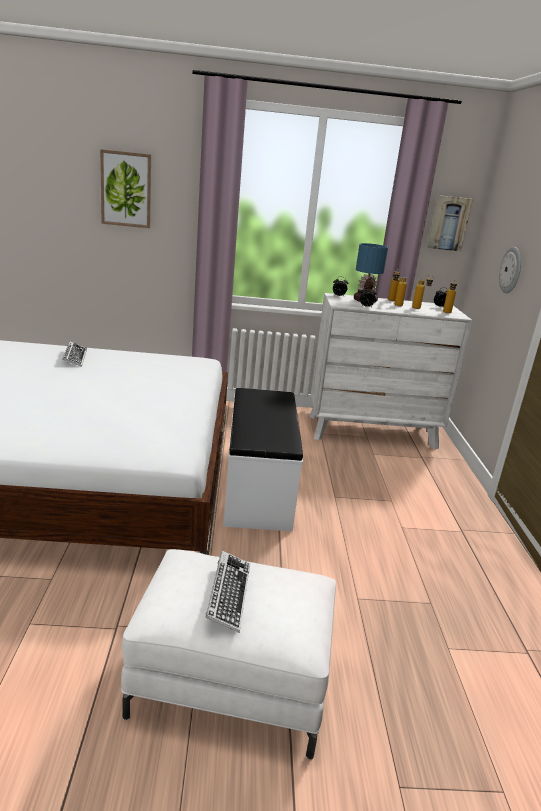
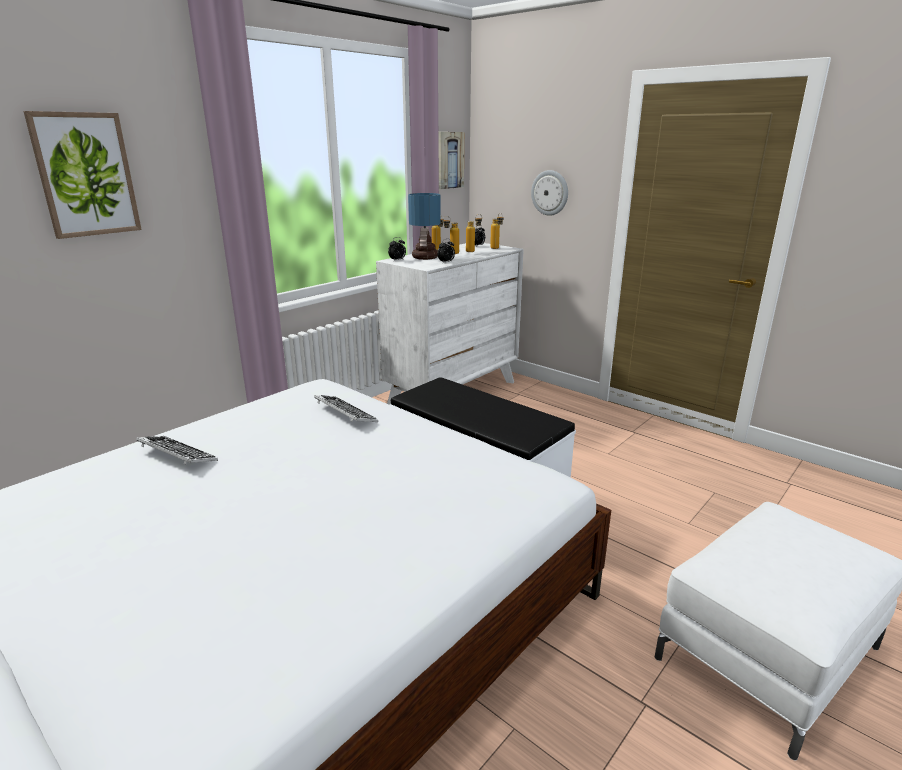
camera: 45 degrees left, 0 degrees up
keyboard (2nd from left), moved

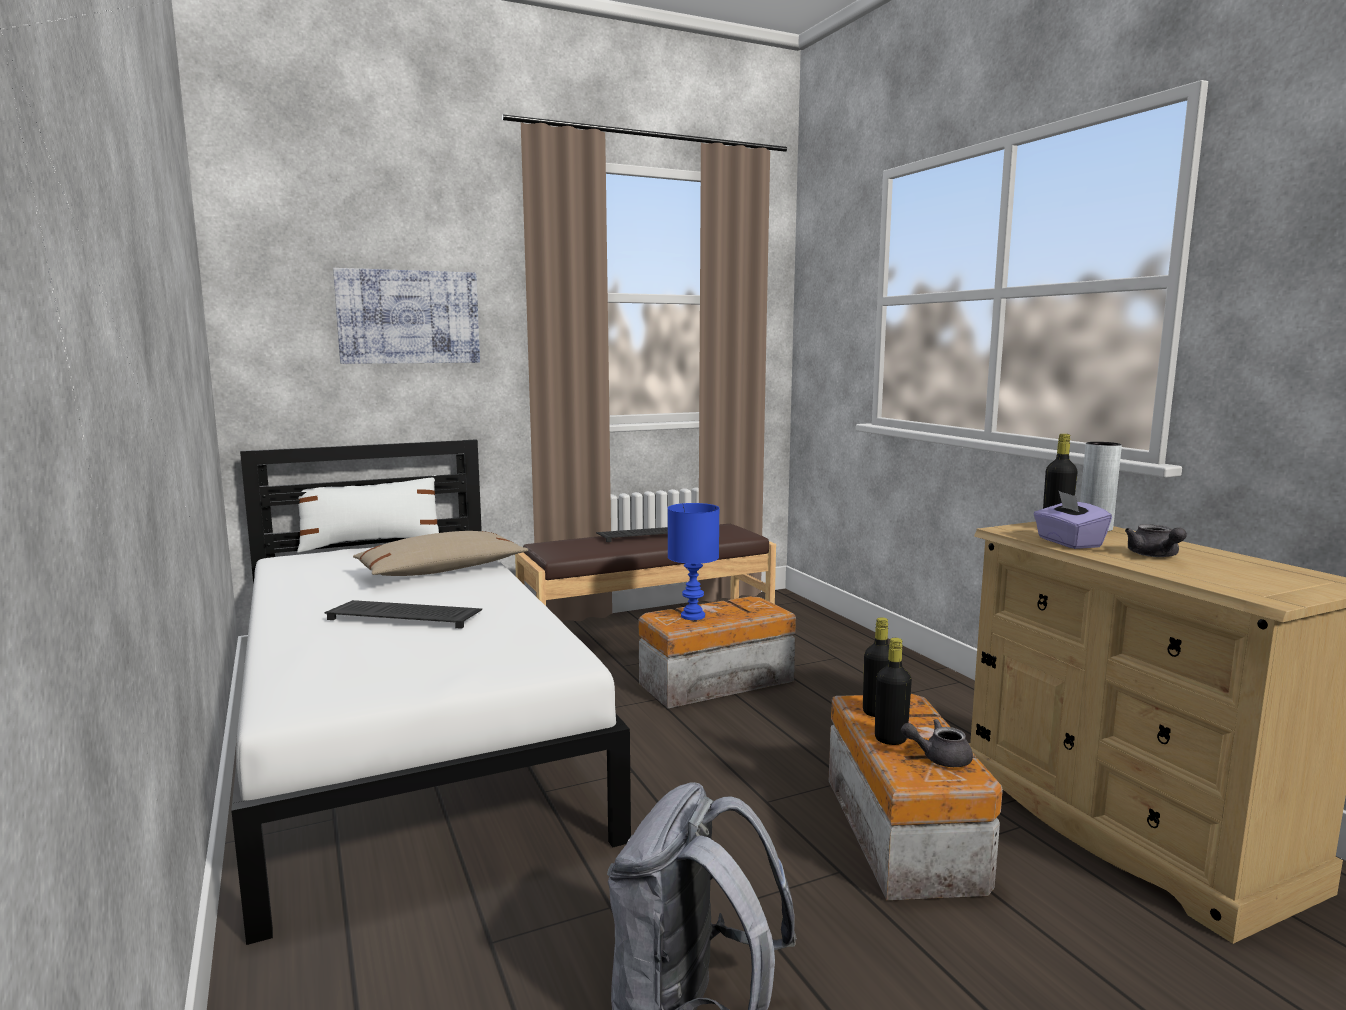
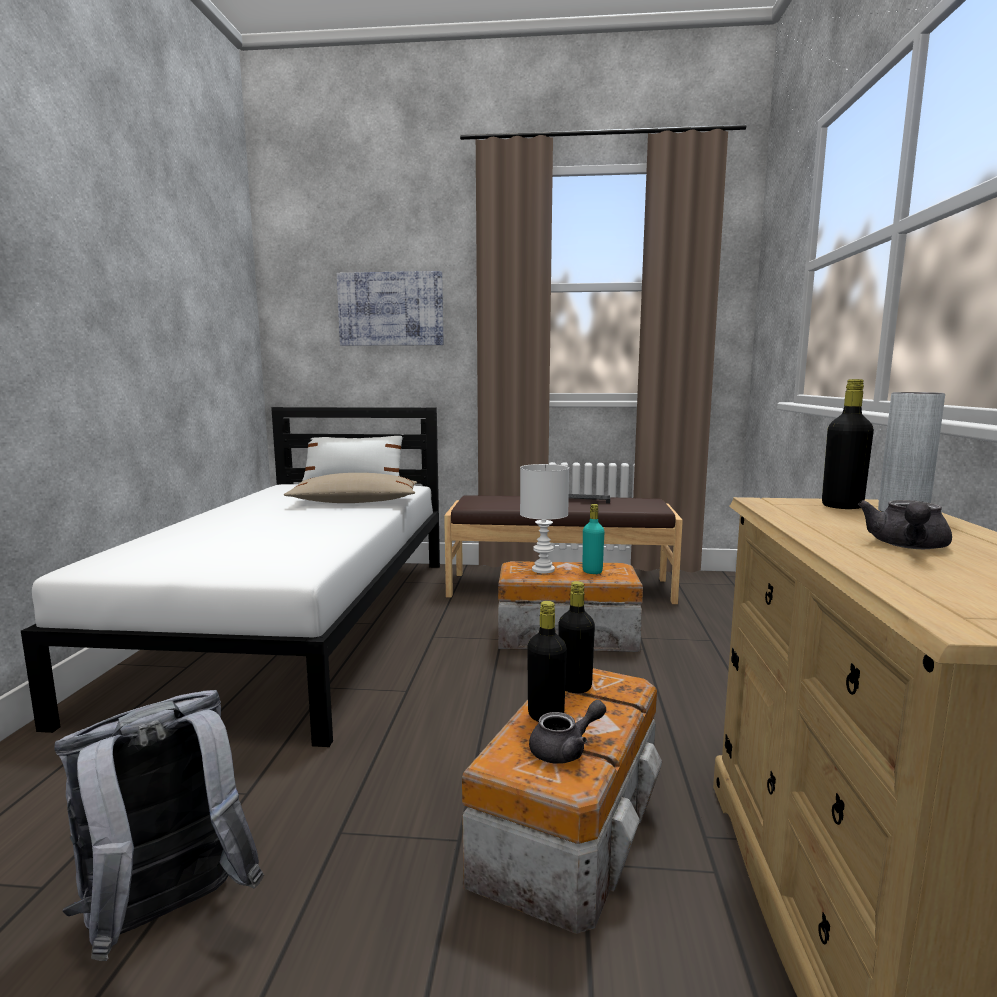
camera: 30 degrees right, 0 degrees up
table lamp (blue) → table lamp (white)
teapot (grey) (1st from left), 120 degrees clockwise
- → bottle (turquoise)
keyboard (1st from left) → -
tissue box (purple) → -

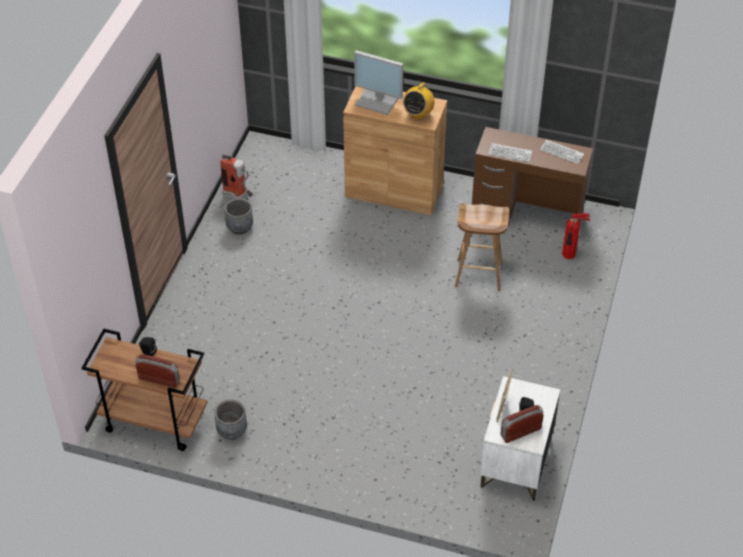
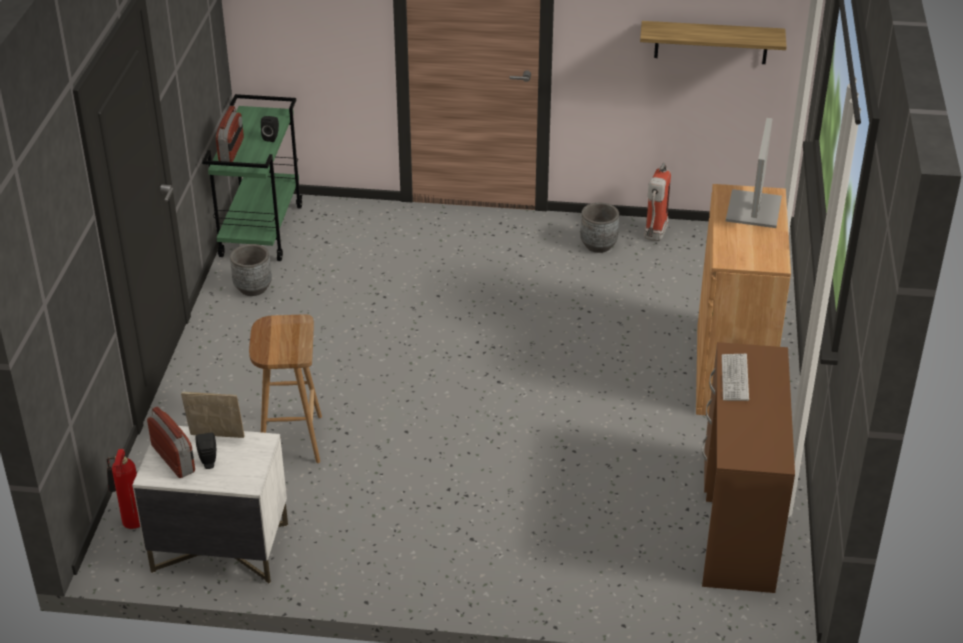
camera: 80 degrees right, 10 degrees down
fire extinguisher (2nd from left in the first image) → fire extinguisher (1st from left), moved
cart (brown) → cart (green)
stool (brown), moved
- → shelf
radio (2nd from left) → -
keyboard (2nd from left) → -

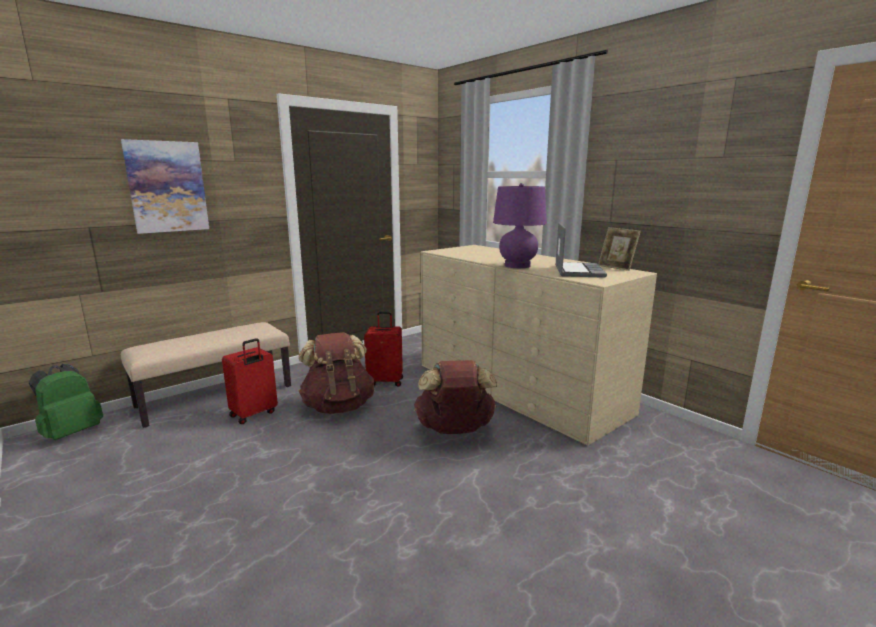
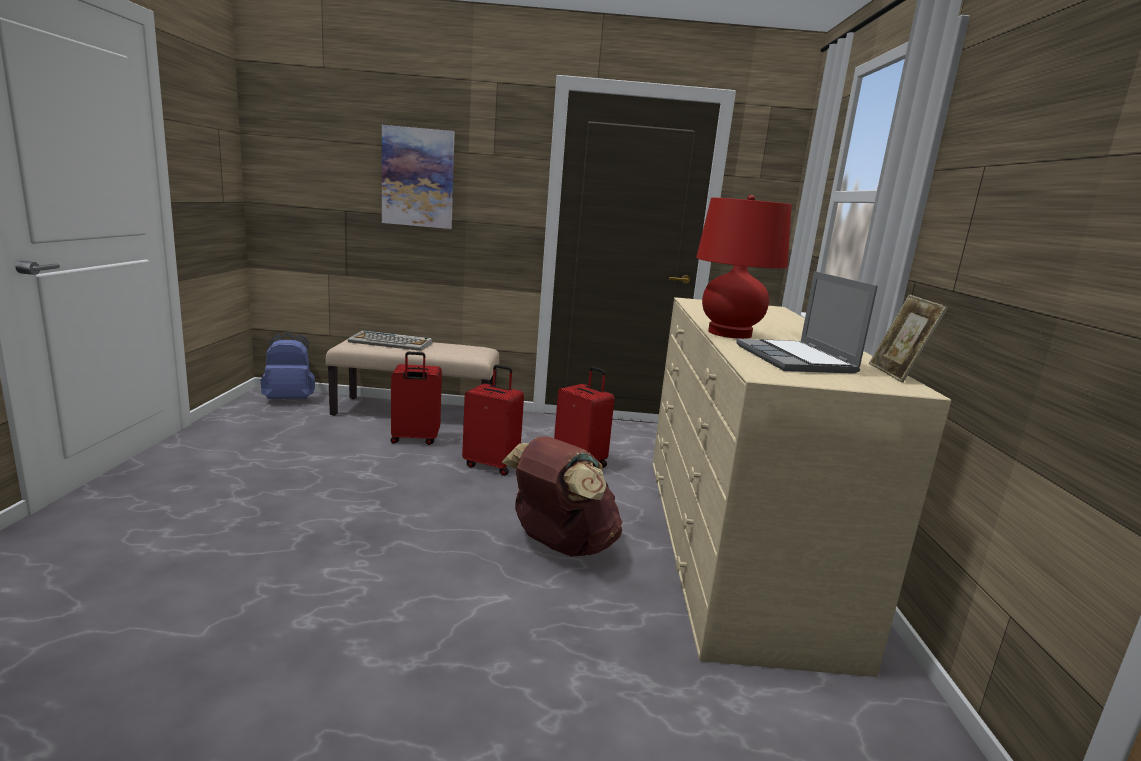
camera: 40 degrees right, 0 degrees up
backpack (green) → backpack (blue)
- → keyboard
backpack (brown) (1st from left) → suitcase (red) (2nd from left)
table lamp (purple) → table lamp (red)
laptop, 120 degrees clockwise

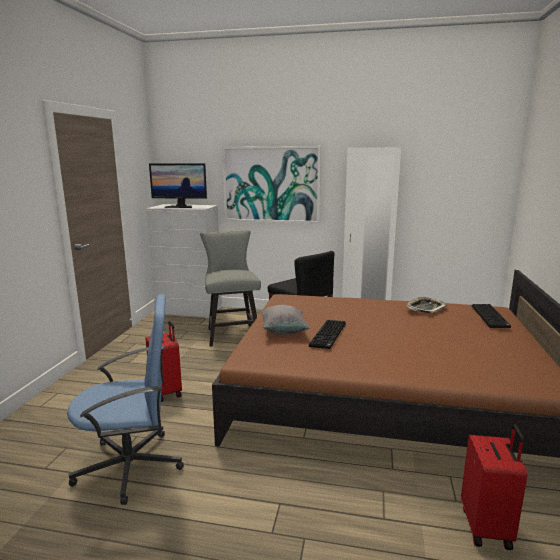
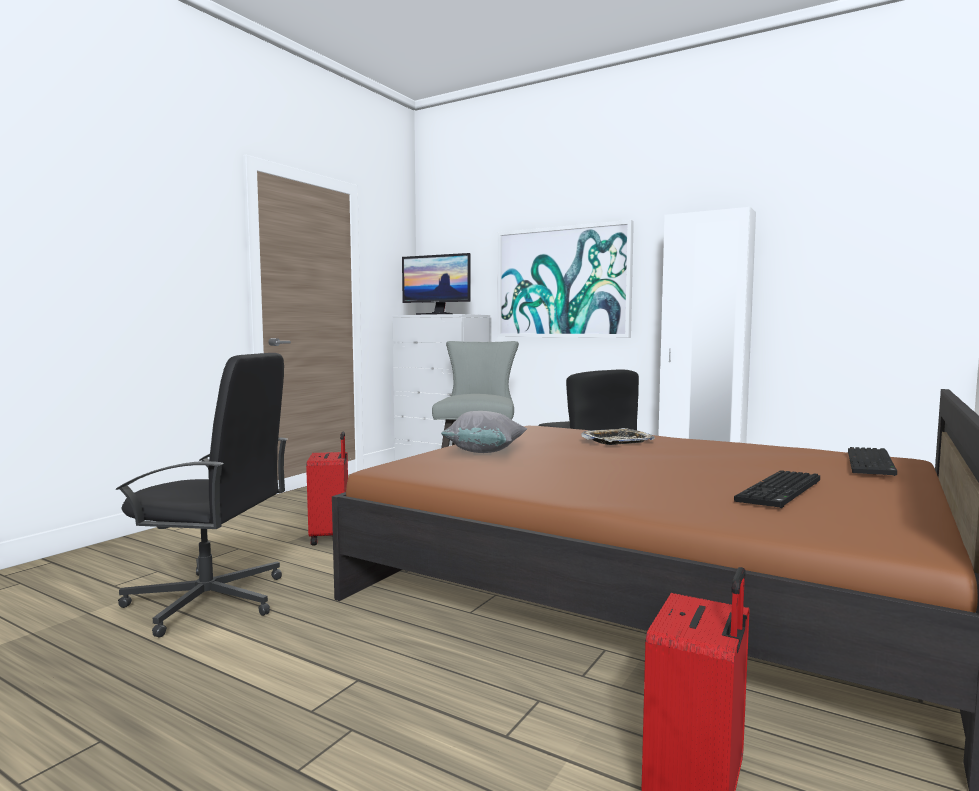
camera: 20 degrees right, 10 degrees down
office chair (blue) → office chair (black)
tray, moved
keyboard (1st from left), moved

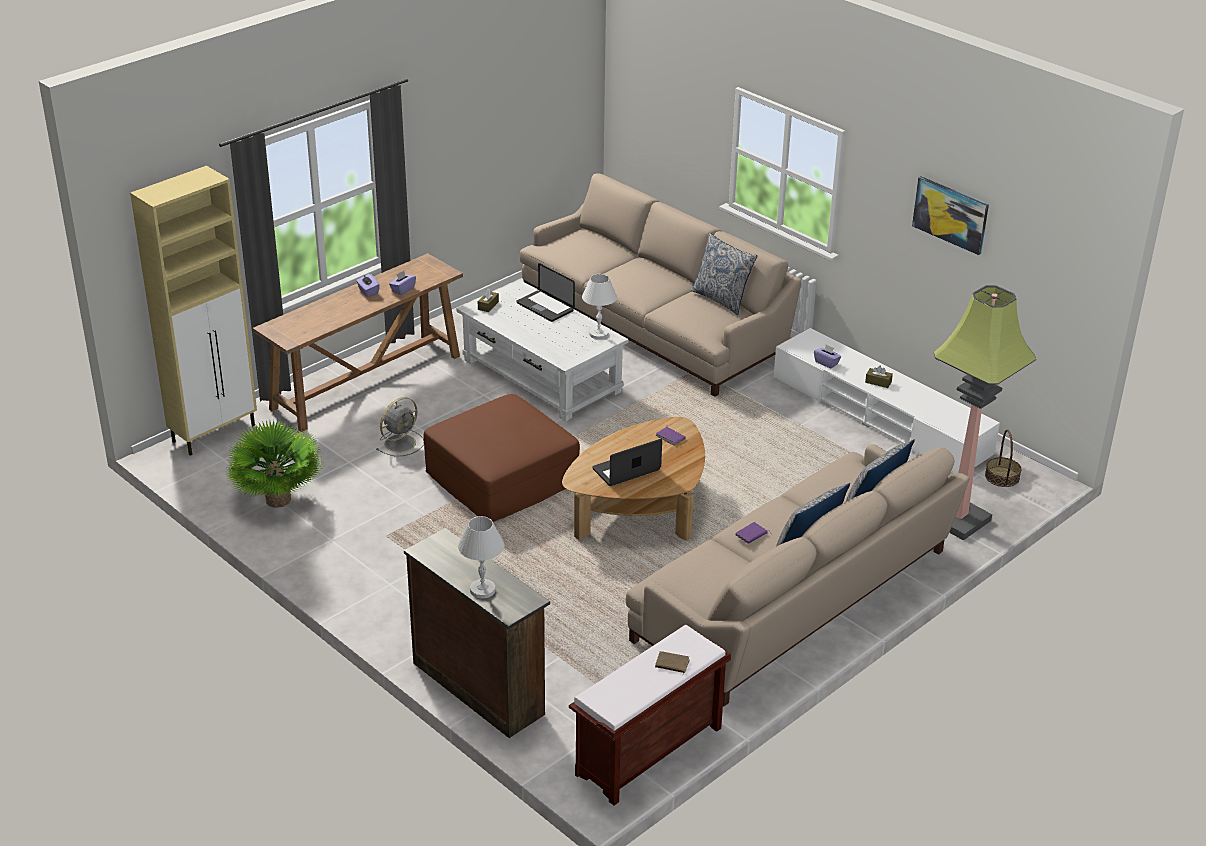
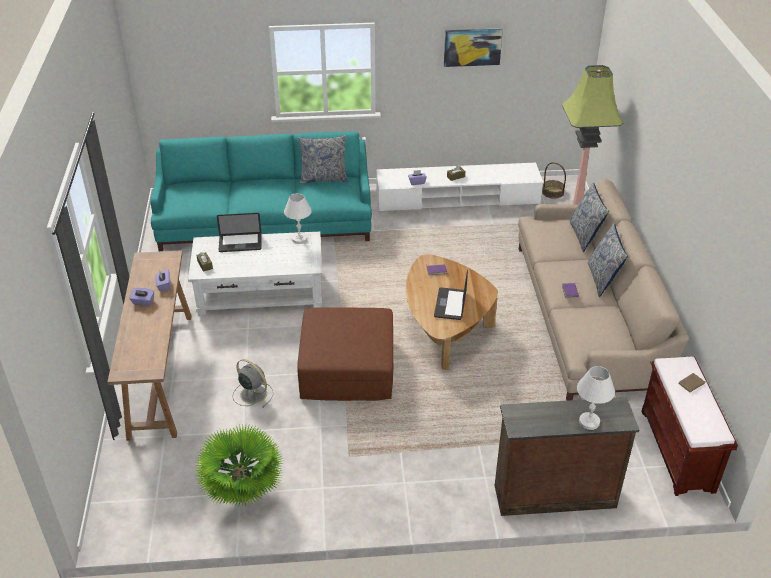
camera: 50 degrees left, 5 degrees up
sofa (beige) (1st from left) → sofa (turquoise)
fan (grey), 45 degrees counterclockwise
cabinet (beige) → -

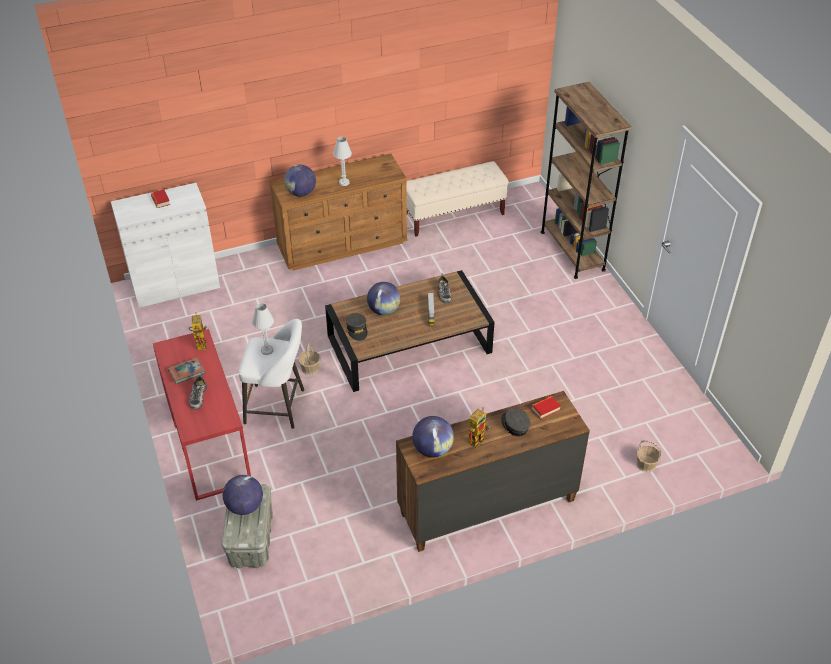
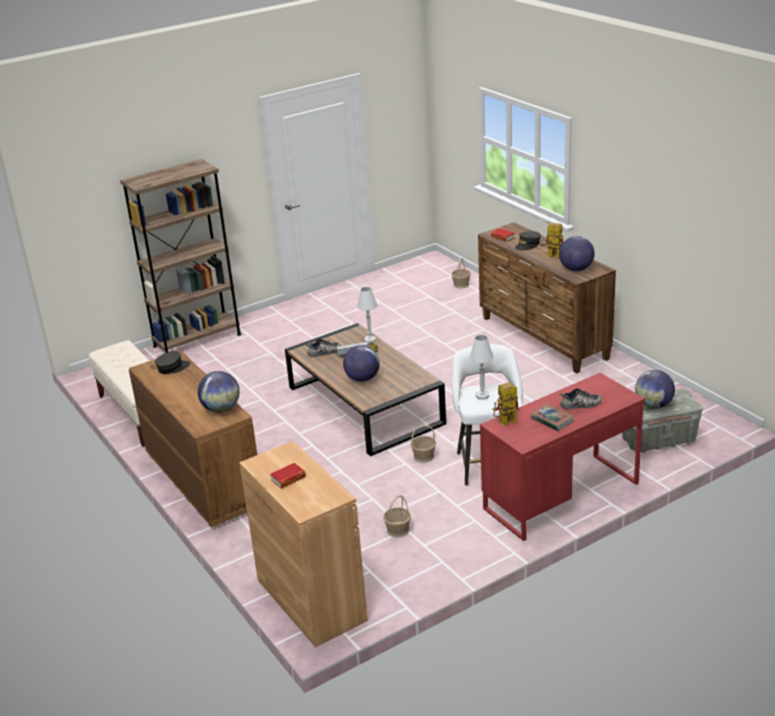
camera: 100 degrees left, 15 degrees down
cap (grey) (1st from left), moved
cabinet (white) → cabinet (brown)
table lamp (white) (2nd from left in the first image) → table lamp (white) (1st from left), moved
- → basket (1st from left)

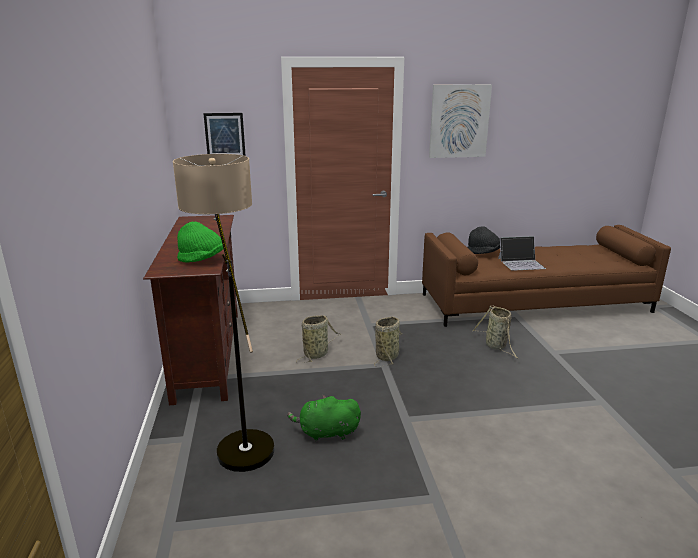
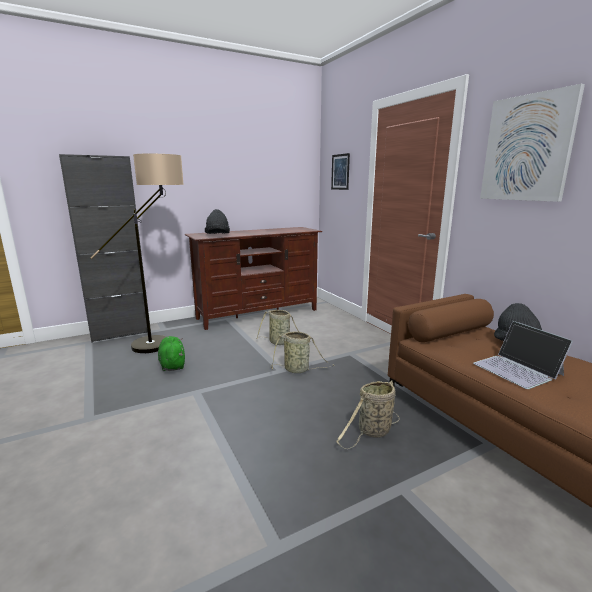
camera: 70 degrees right, 5 degrees down
- → cabinet (black)
hat (green) → hat (black) (1st from left)

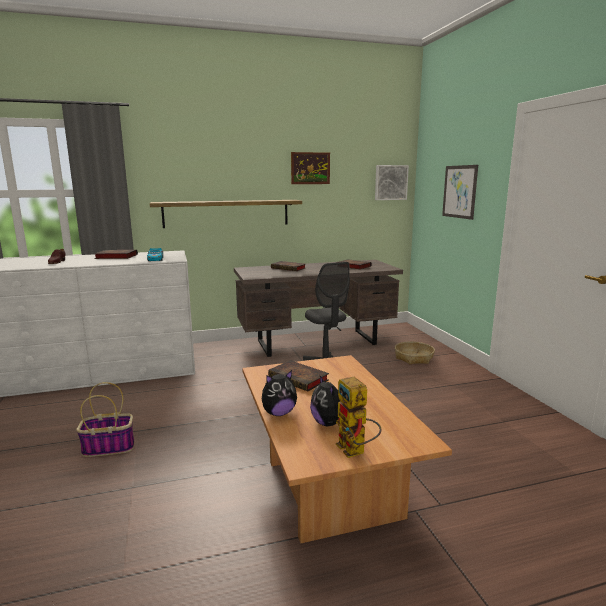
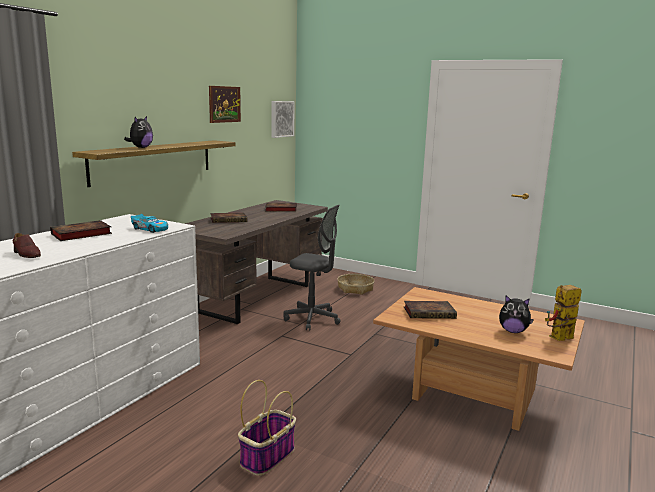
camera: 45 degrees left, 0 degrees up
plush toy (1st from left), moved
toy robot, 135 degrees clockwise
picture (3rd from left) → -

